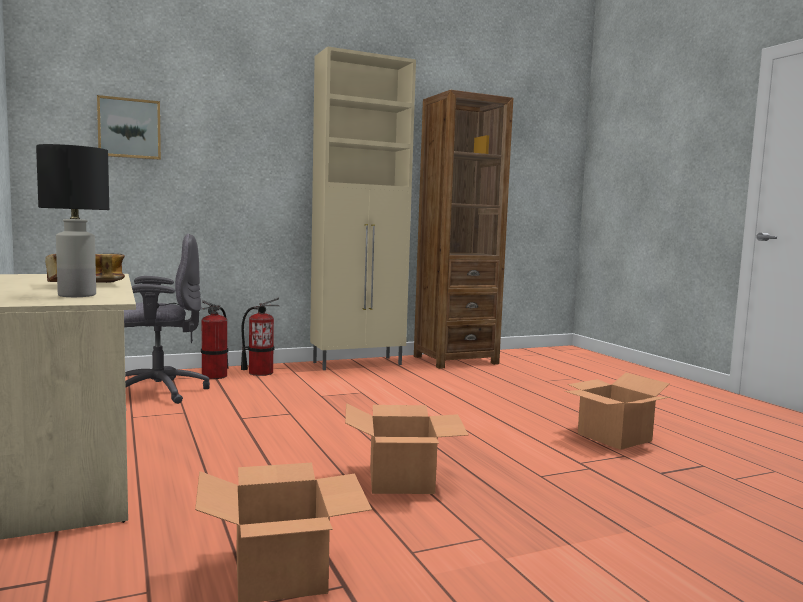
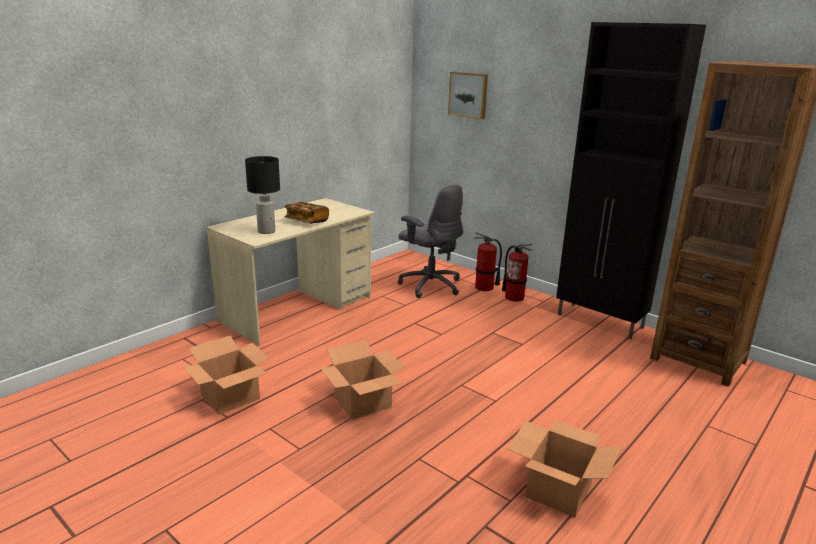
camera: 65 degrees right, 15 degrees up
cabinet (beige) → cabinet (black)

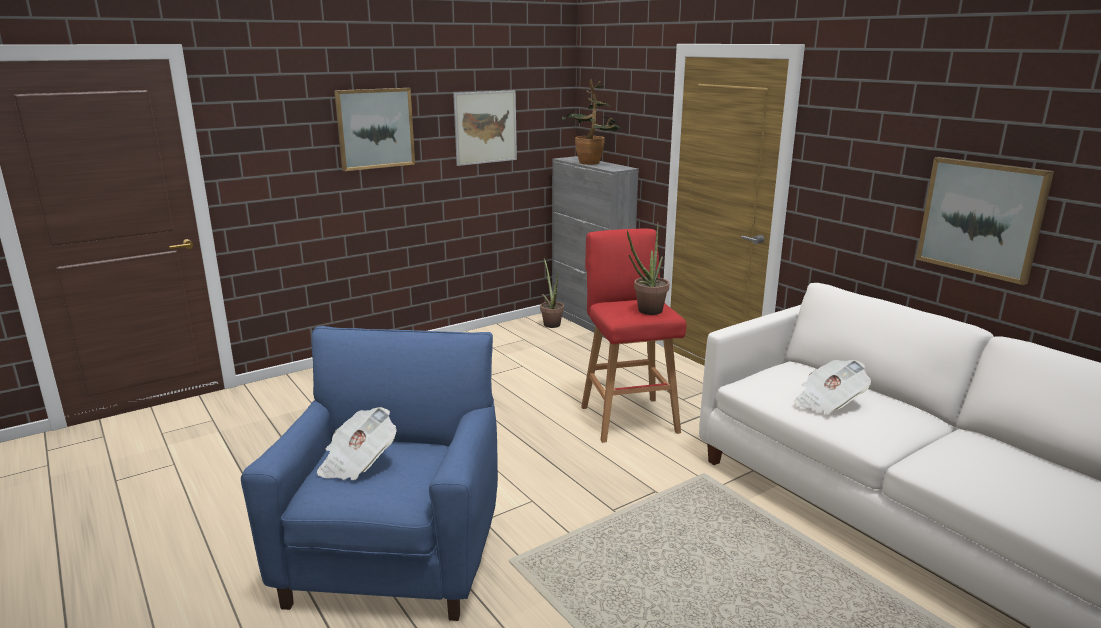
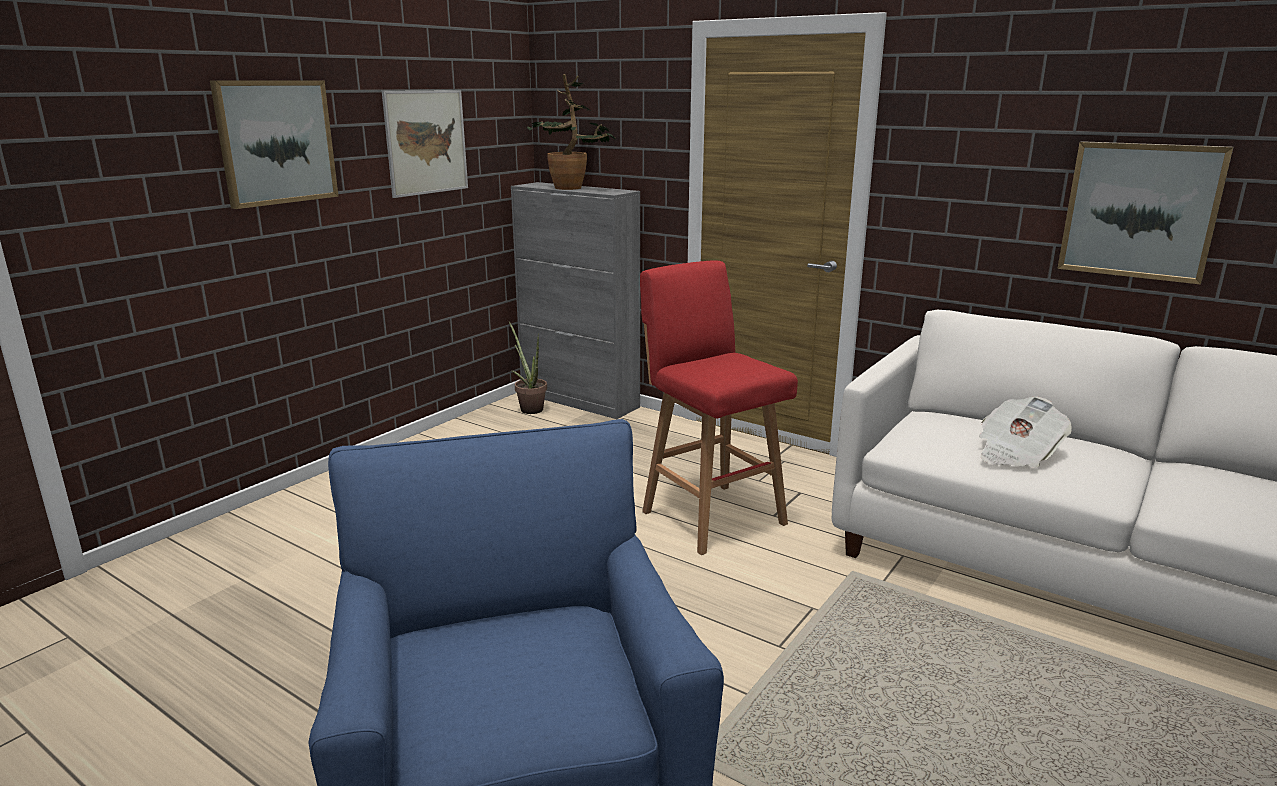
camera: 20 degrees left, 0 degrees up
newspaper (1st from left) → -
potted plant (3rd from left) → -

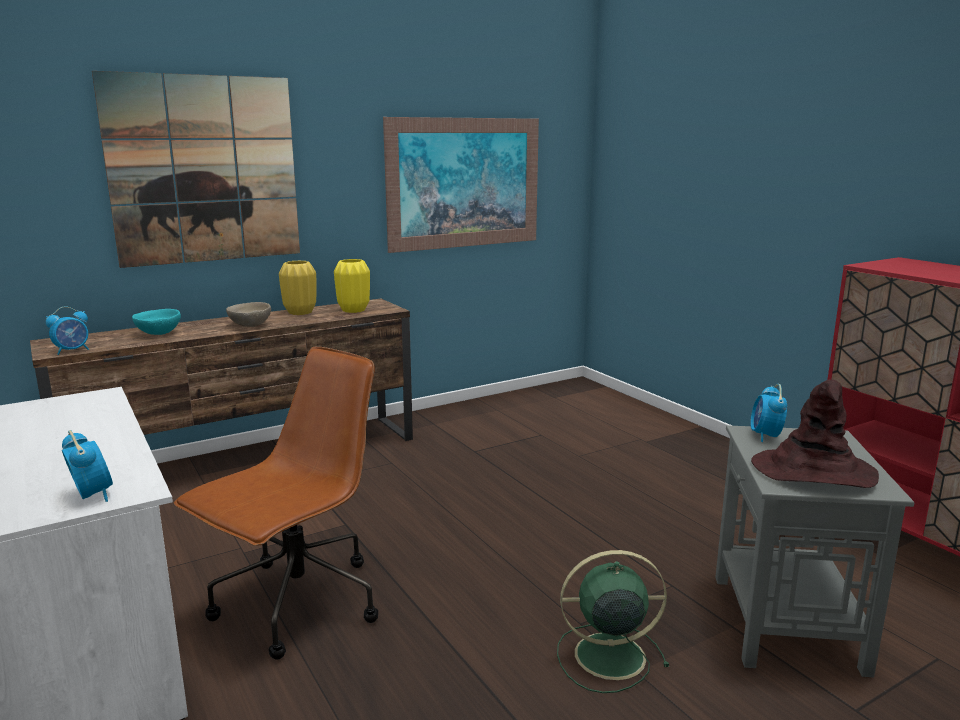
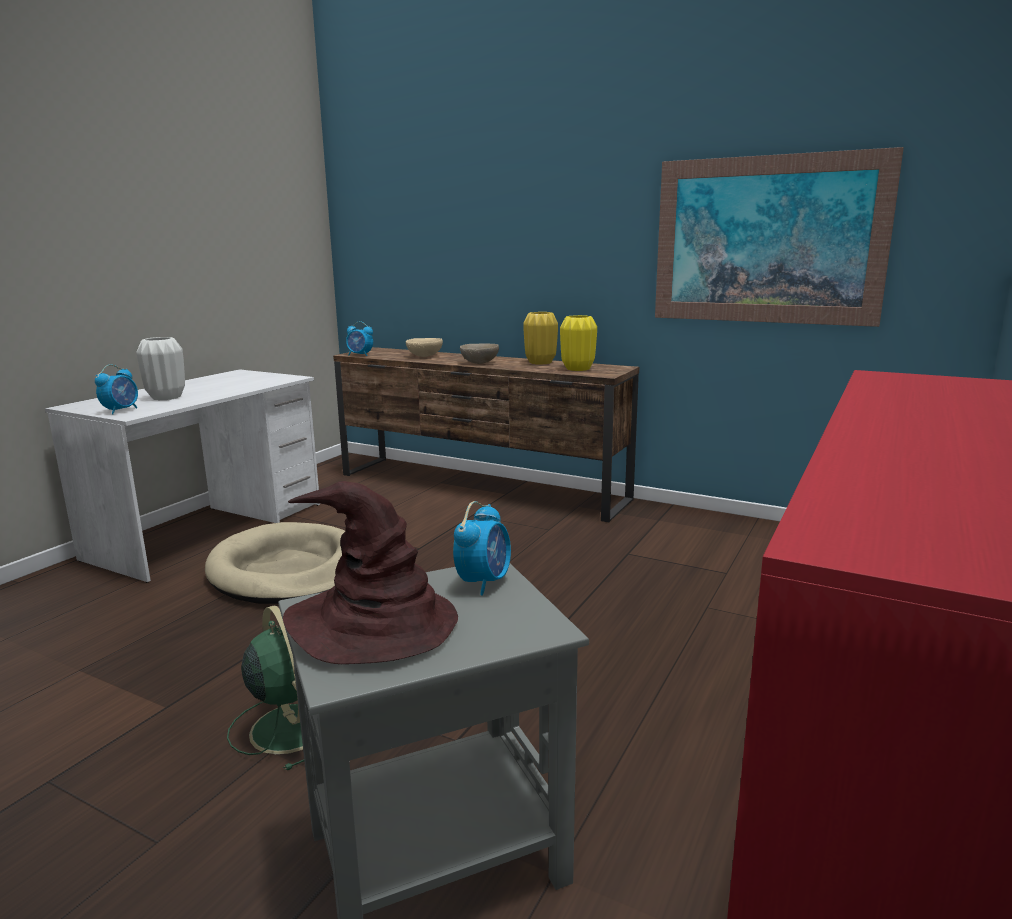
camera: 60 degrees right, 0 degrees up
- → vase (white)
office chair (brown) → dog bed (beige)
bowl (turquoise) → bowl (beige) (1st from left)
alarm clock (3rd from left), 135 degrees clockwise
picture (1st from left) → -

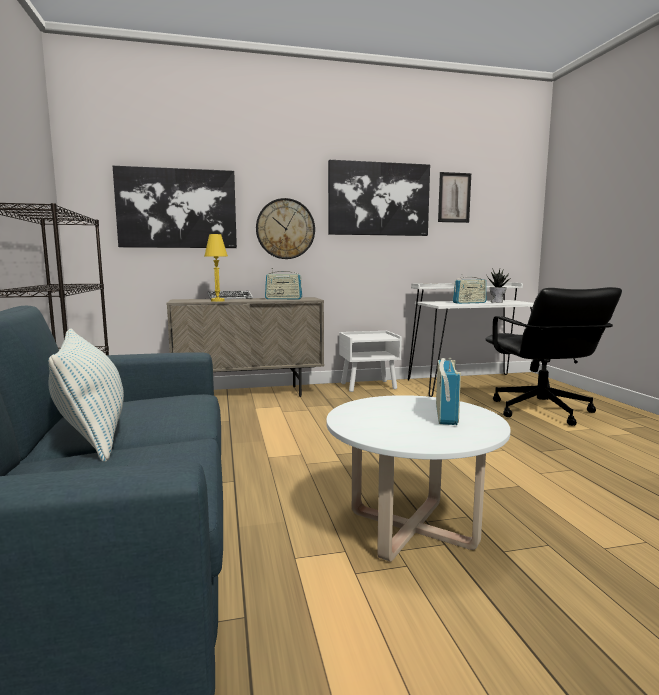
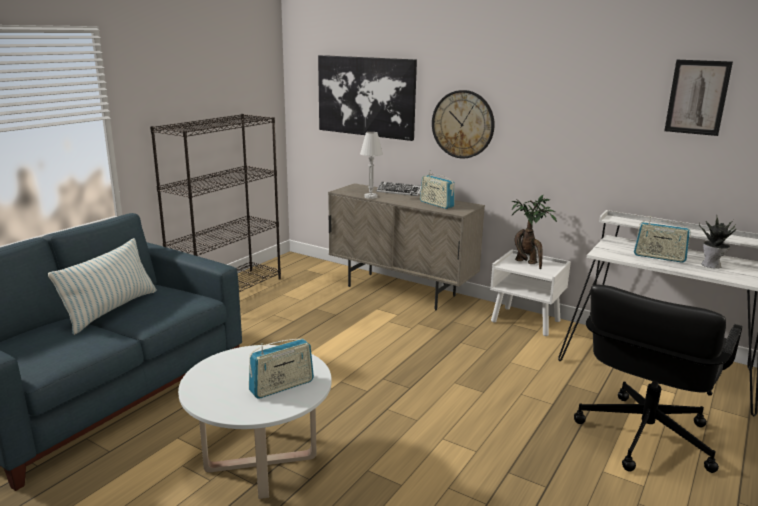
camera: 45 degrees right, 10 degrees up
table lamp (yellow) → table lamp (white)
- → potted plant (1st from left)
picture (2nd from left) → -

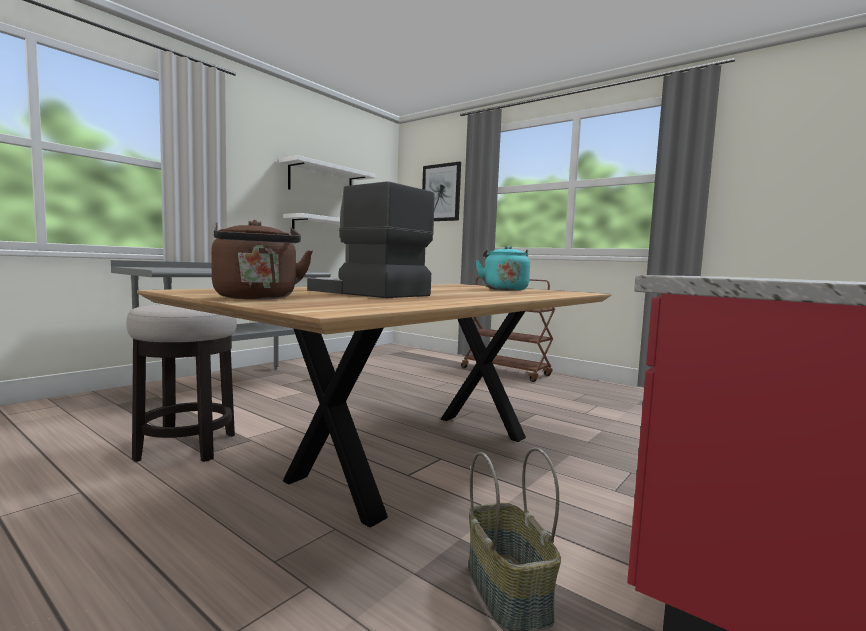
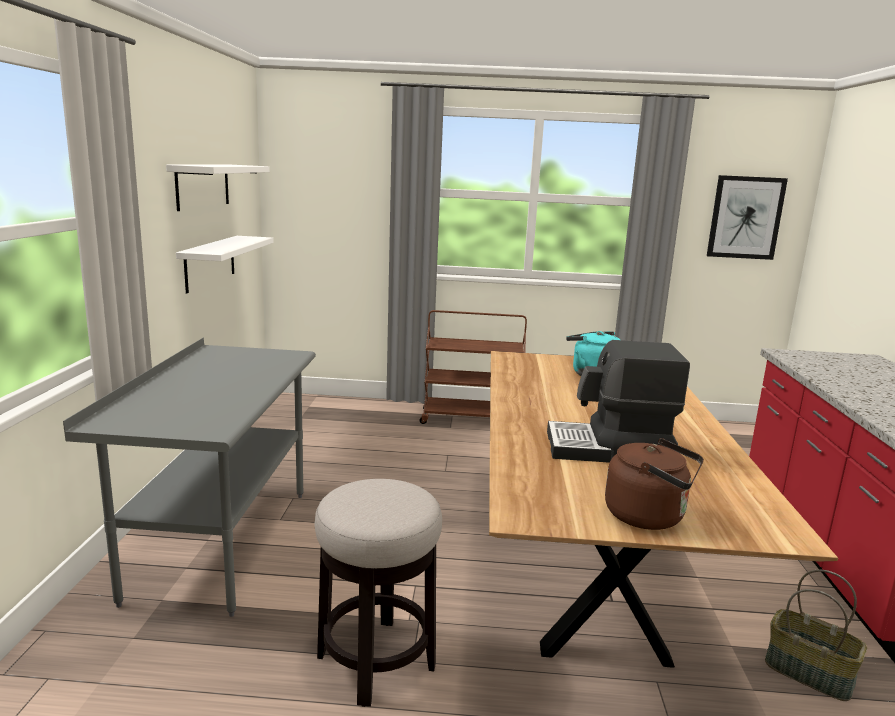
camera: 35 degrees left, 10 degrees up
picture, moved

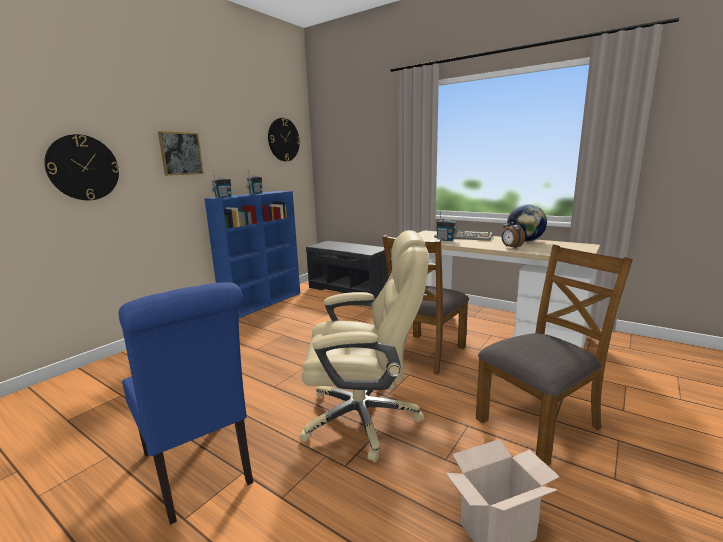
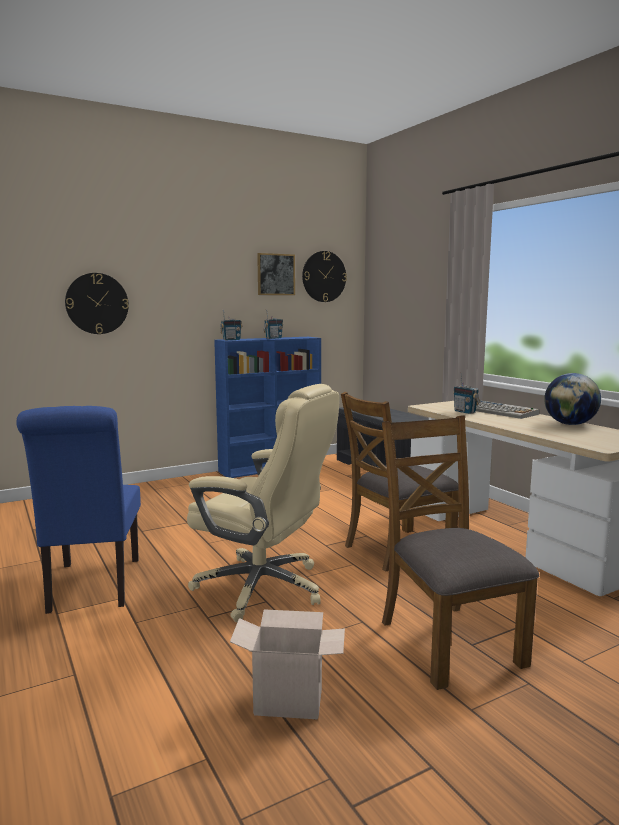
camera: 25 degrees right, 5 degrees down
picture, moved
chair (brown) (2nd from left), 105 degrees counterclockwise
alarm clock → -

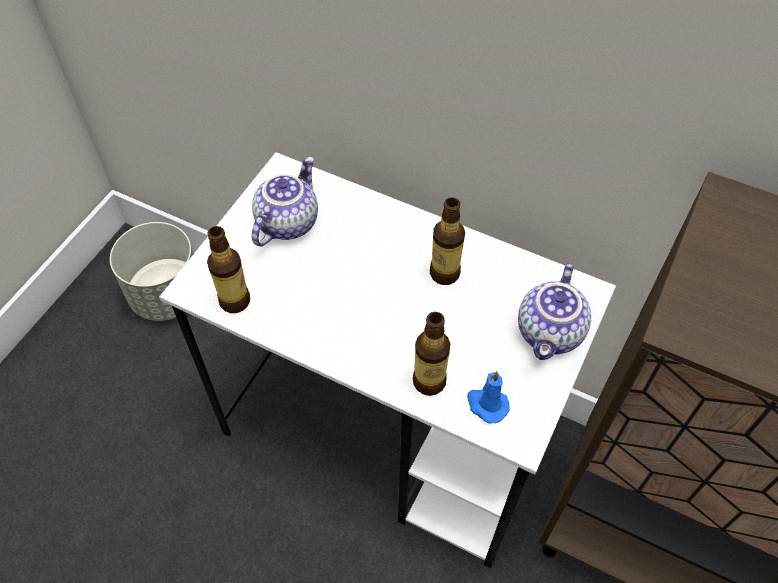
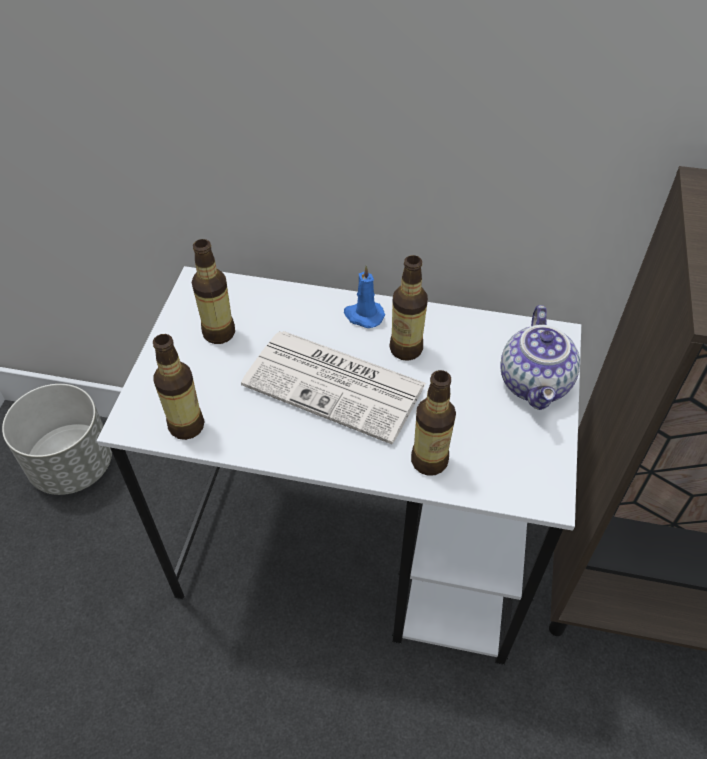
camera: 15 degrees left, 5 degrees down
teapot (1st from left) → bottle (2nd from left)
- → newspaper
candle (blue), moved

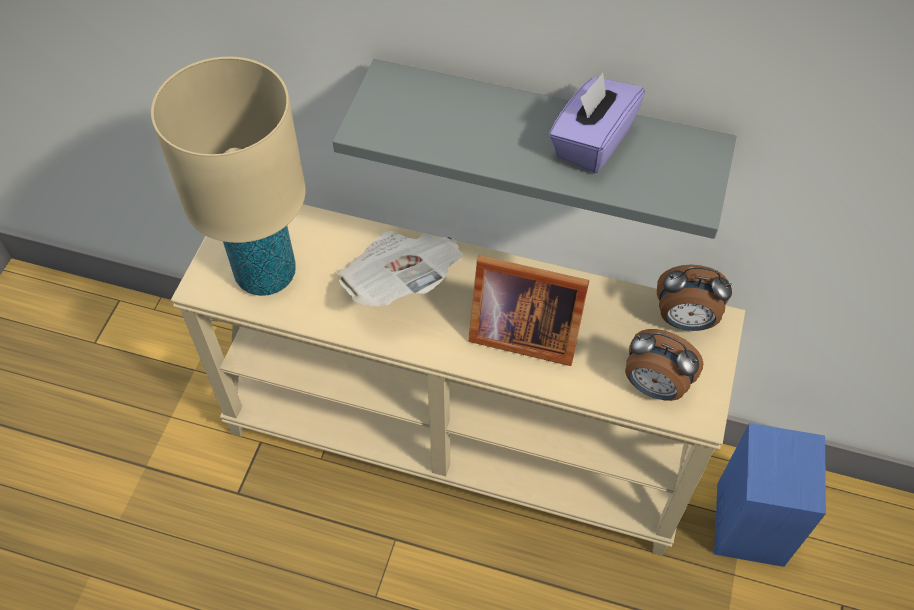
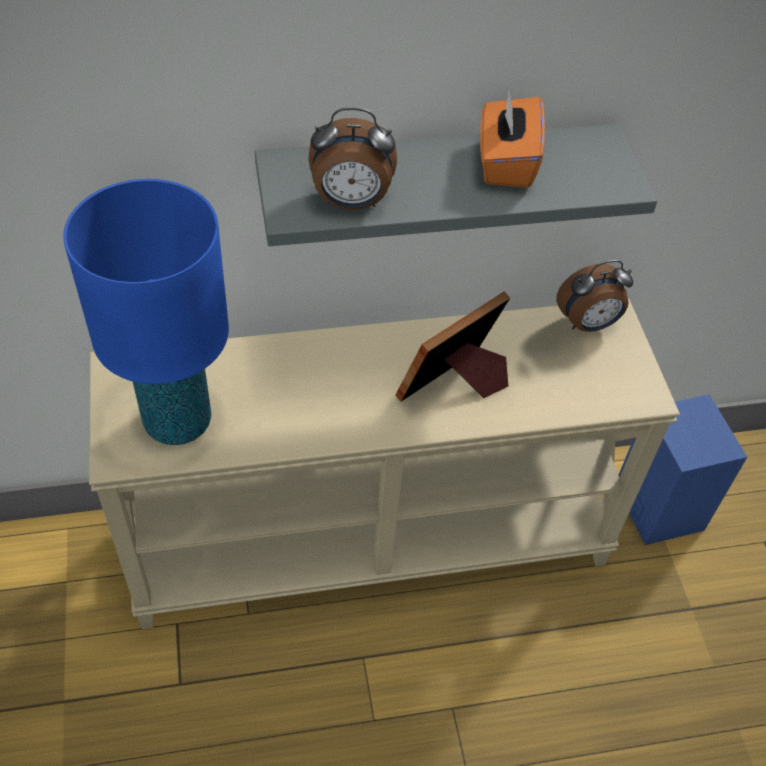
camera: 30 degrees left, 5 degrees down
table lamp (beige) → table lamp (blue)
alarm clock (1st from left), moved
picture frame, 150 degrees clockwise
tissue box (purple) → tissue box (orange)
newspaper → -

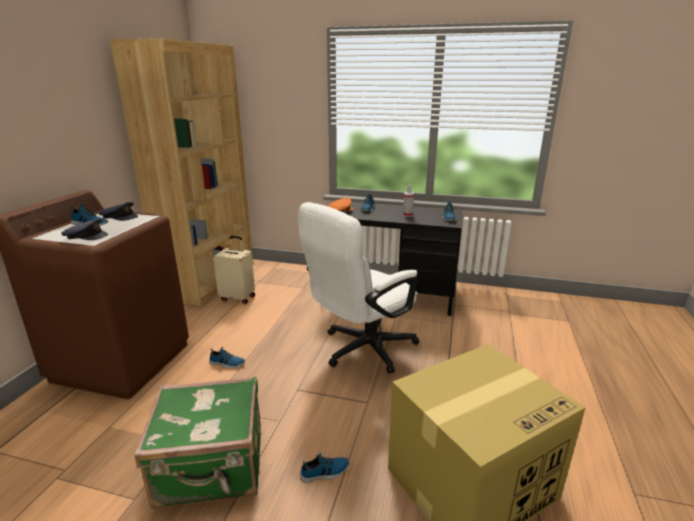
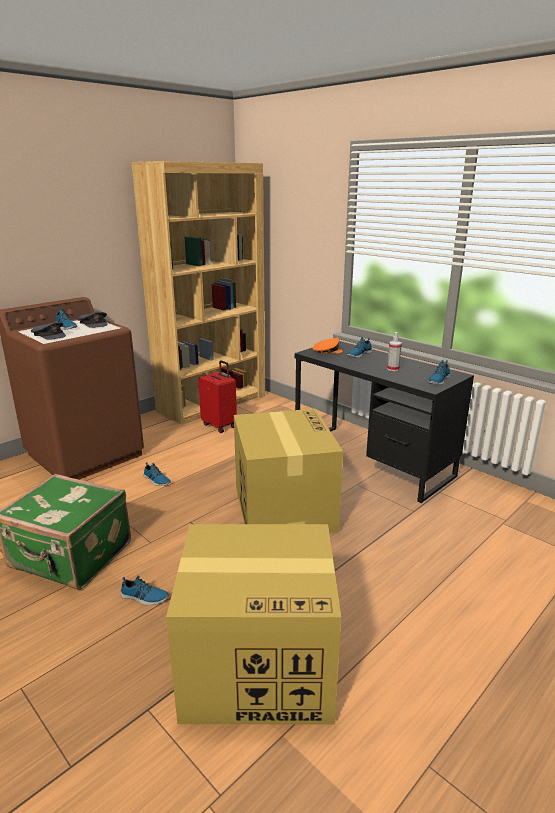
camera: 30 degrees right, 0 degrees up
suitcase (beige) → suitcase (red)
office chair (white) → cardboard box (2nd from left)

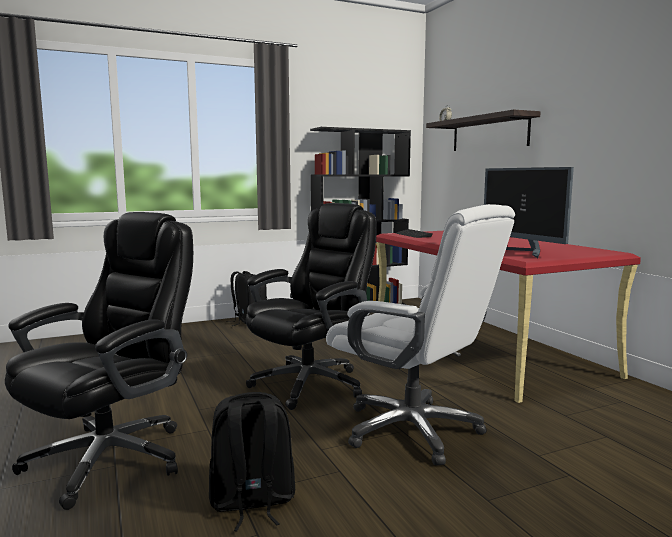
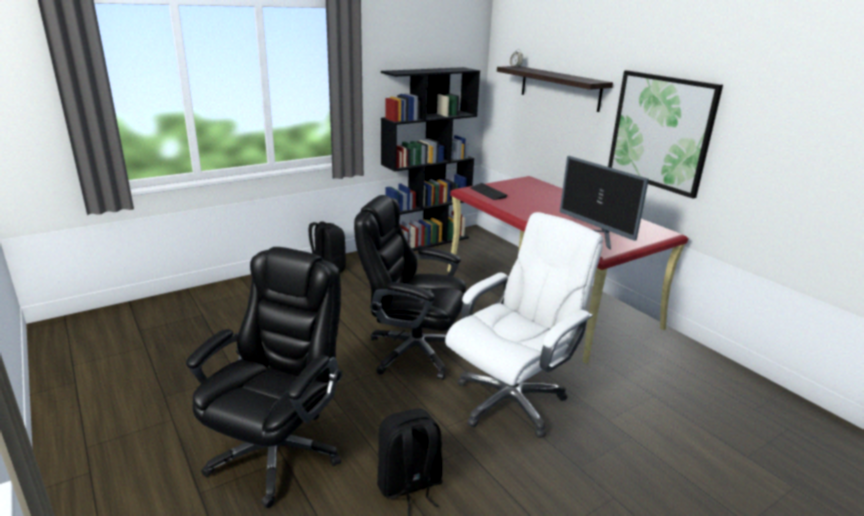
camera: 10 degrees left, 15 degrees up
office chair (black) (2nd from left), 105 degrees counterclockwise
office chair (white), 75 degrees counterclockwise
- → picture

